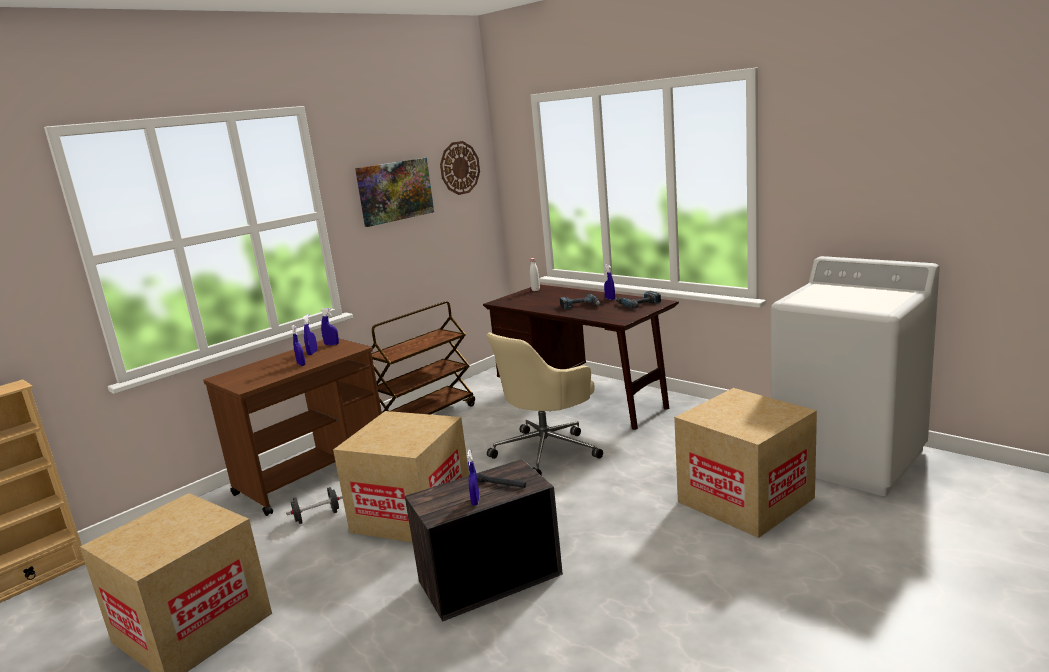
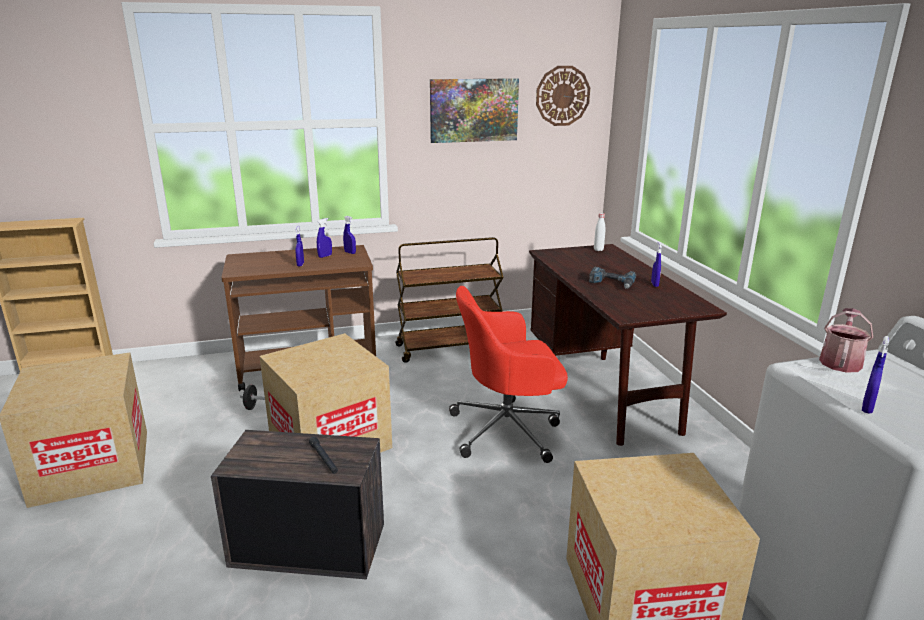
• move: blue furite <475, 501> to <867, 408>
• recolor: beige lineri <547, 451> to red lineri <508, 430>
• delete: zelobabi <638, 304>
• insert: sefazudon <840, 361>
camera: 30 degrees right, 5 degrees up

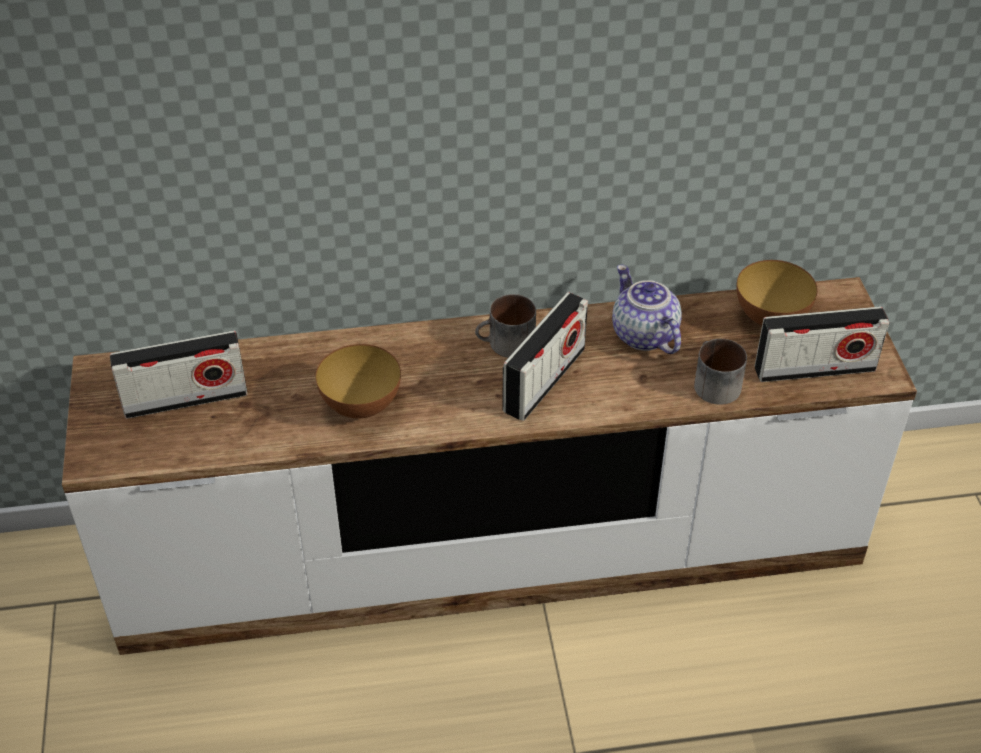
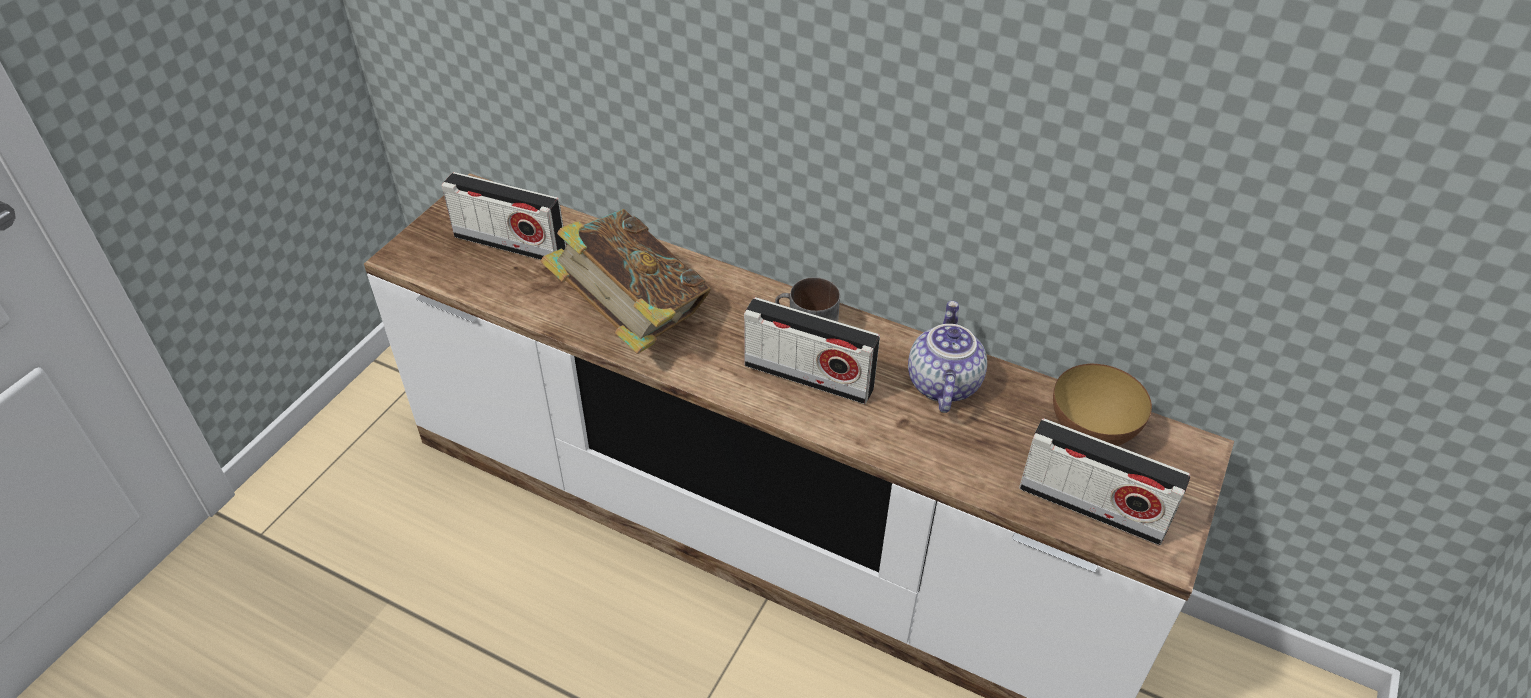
• replace: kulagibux <361, 406> to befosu <632, 318>
• rotate: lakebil <544, 380> = <808, 376> 45 degrees clockwise
• delete: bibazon <712, 383>
camera: 35 degrees right, 0 degrees up

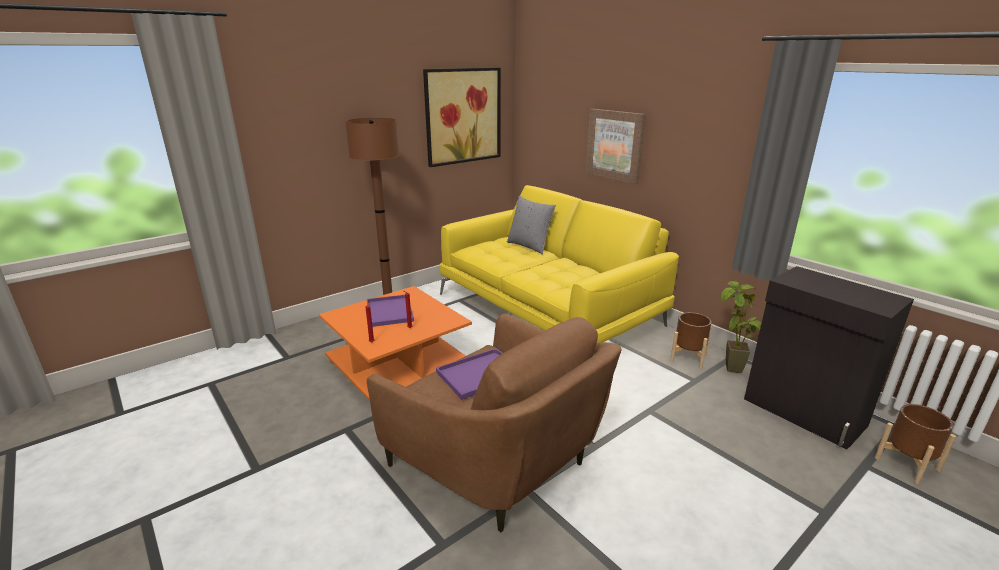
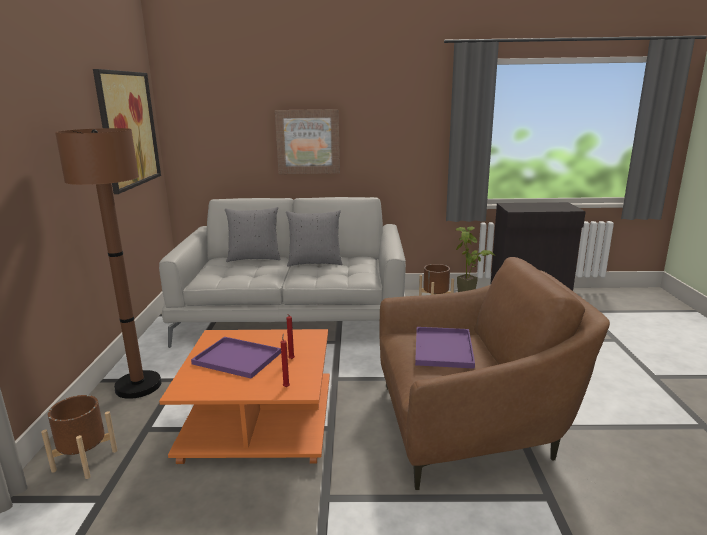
• recolor: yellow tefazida <548, 310> to grey tefazida <295, 315>
• move: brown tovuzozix <907, 464> to <85, 460>
• insert: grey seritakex <315, 263>
camera: 50 degrees left, 5 degrees down

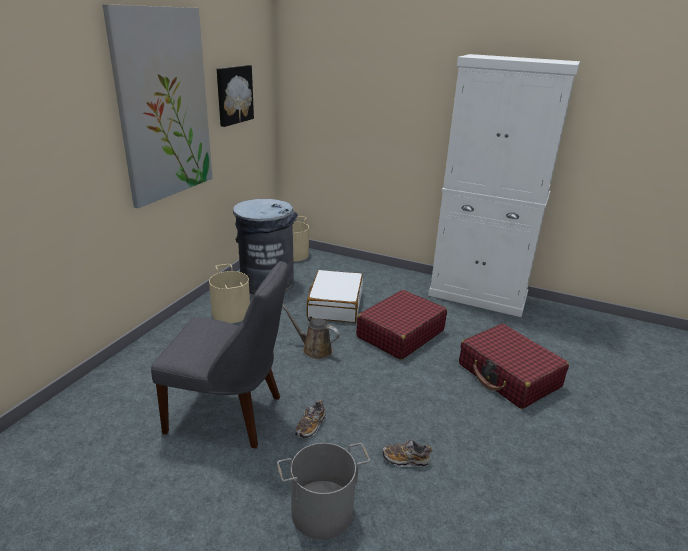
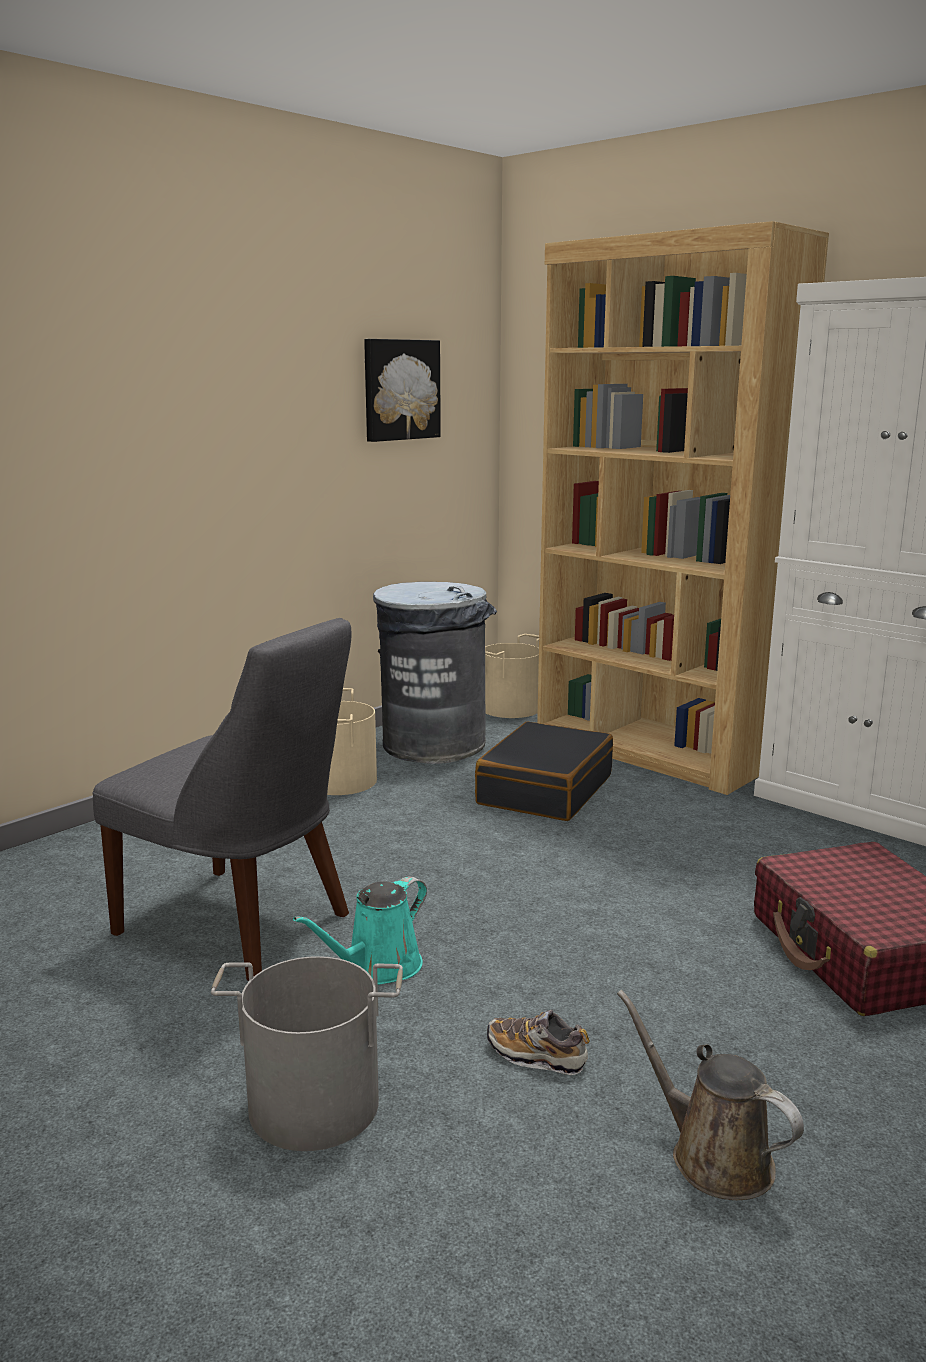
• delete: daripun <164, 106>
• move: brown sefazudon <314, 349> to <713, 1156>
• replace: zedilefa <311, 426> to turquoise sefazudon <377, 968>
• recolor: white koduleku <335, 305> to black koduleku <544, 790>
• delete: red koduleku <400, 334>
• insert: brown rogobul <653, 751>
camera: 20 degrees right, 10 degrees down

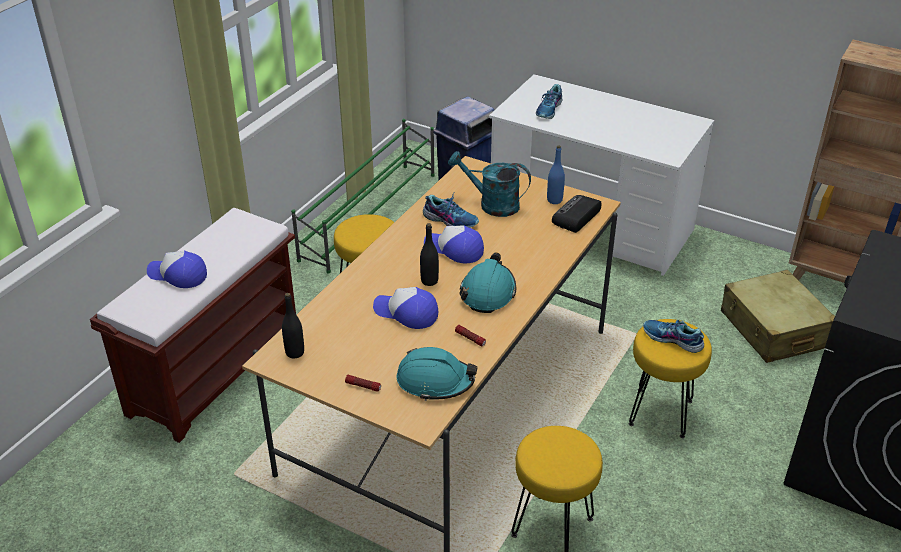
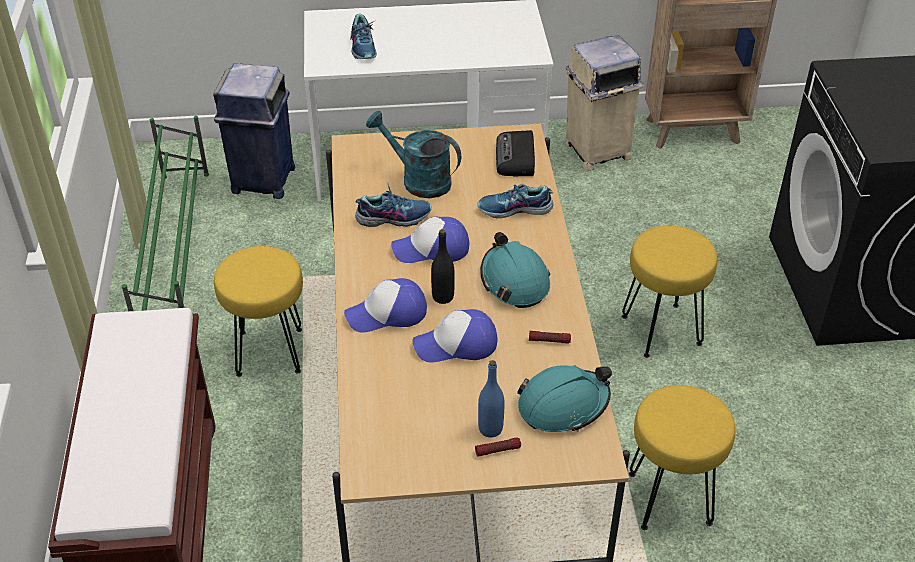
• move: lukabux <178, 275> to <387, 314>
• delete: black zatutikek <295, 352>
• rotate: turquoise sefazudon <492, 204> = <418, 180> 45 degrees clockwise
• move: blue zatutikek <554, 200> to <490, 429>
• move: zedilefa <672, 340> to <515, 210>
• delete: beige koduleku <774, 330>
• insert: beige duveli <596, 151>
camera: 35 degrees left, 5 degrees up

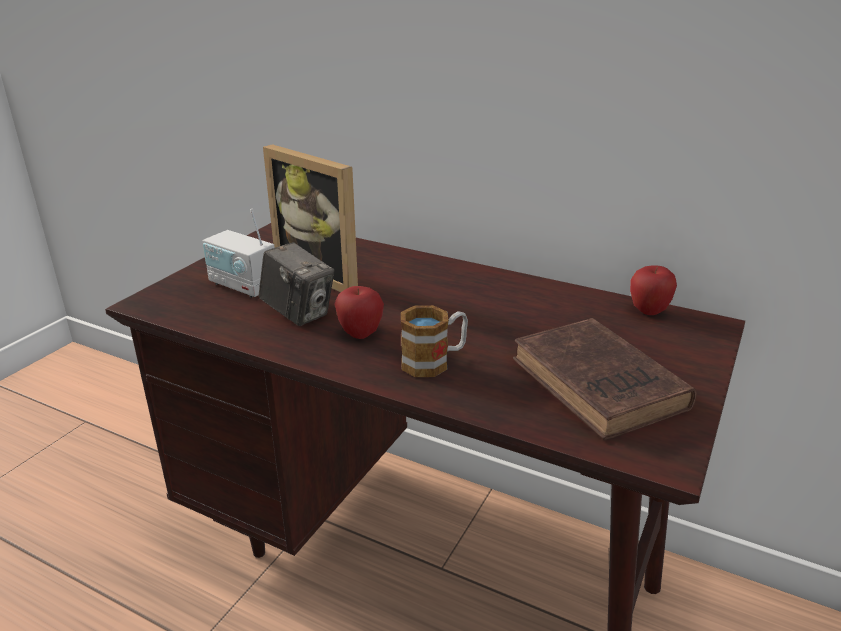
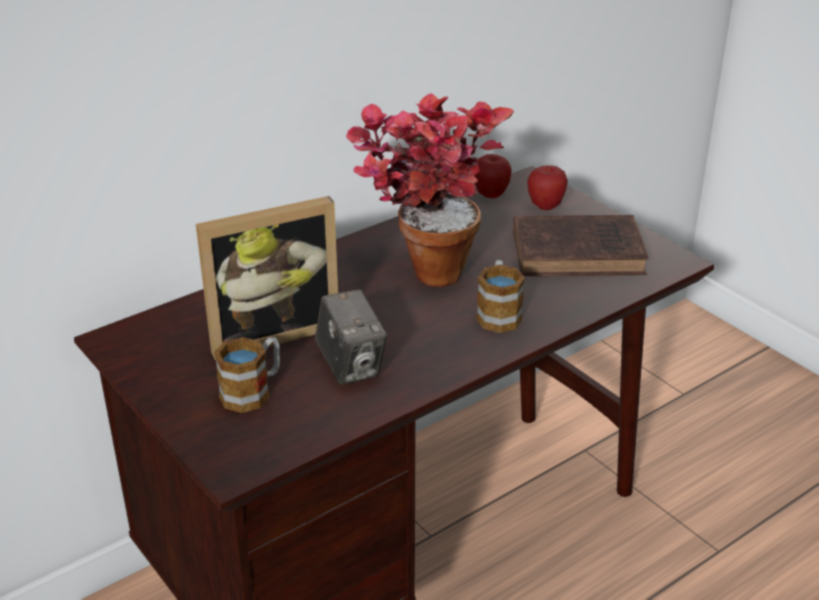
• replace: lakebil <243, 286> to bibazon <253, 391>
• rotate: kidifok <298, 313> = <351, 366> 90 degrees clockwise
• move: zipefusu <360, 334> to <545, 206>
• insert: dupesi <423, 268>
camera: 65 degrees left, 5 degrees up

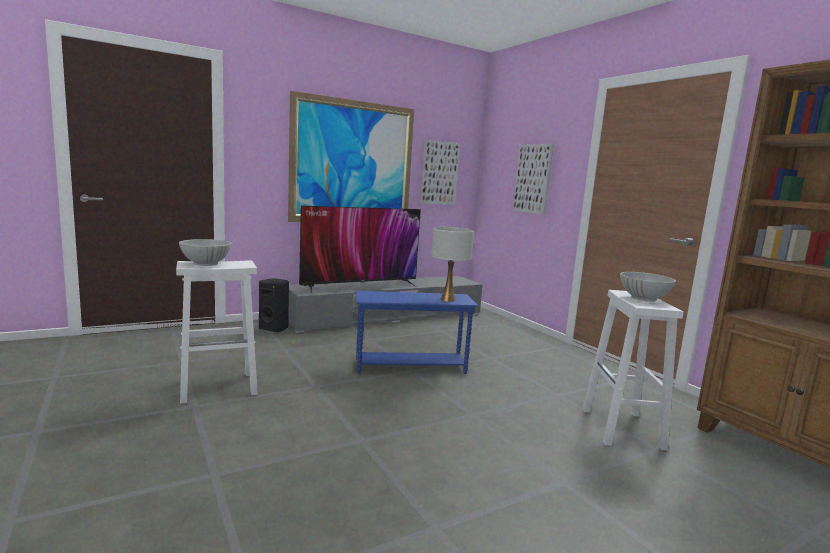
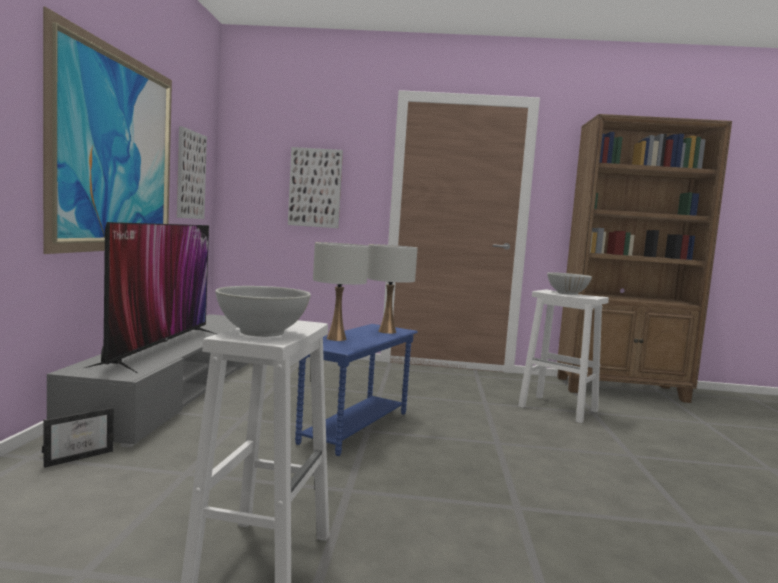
• replace: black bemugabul <274, 328> to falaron <78, 456>
• insert: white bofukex <336, 338>
camera: 55 degrees left, 5 degrees down

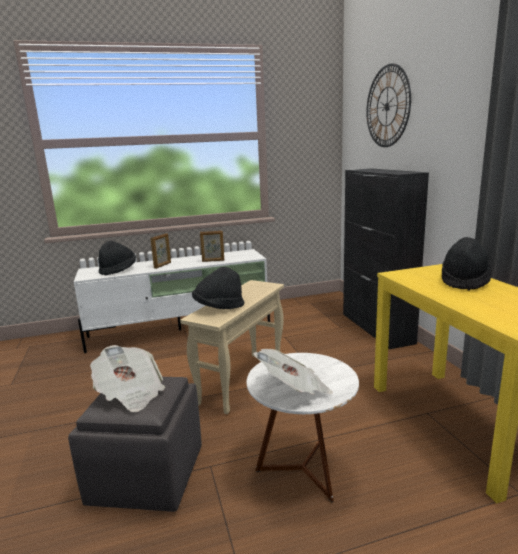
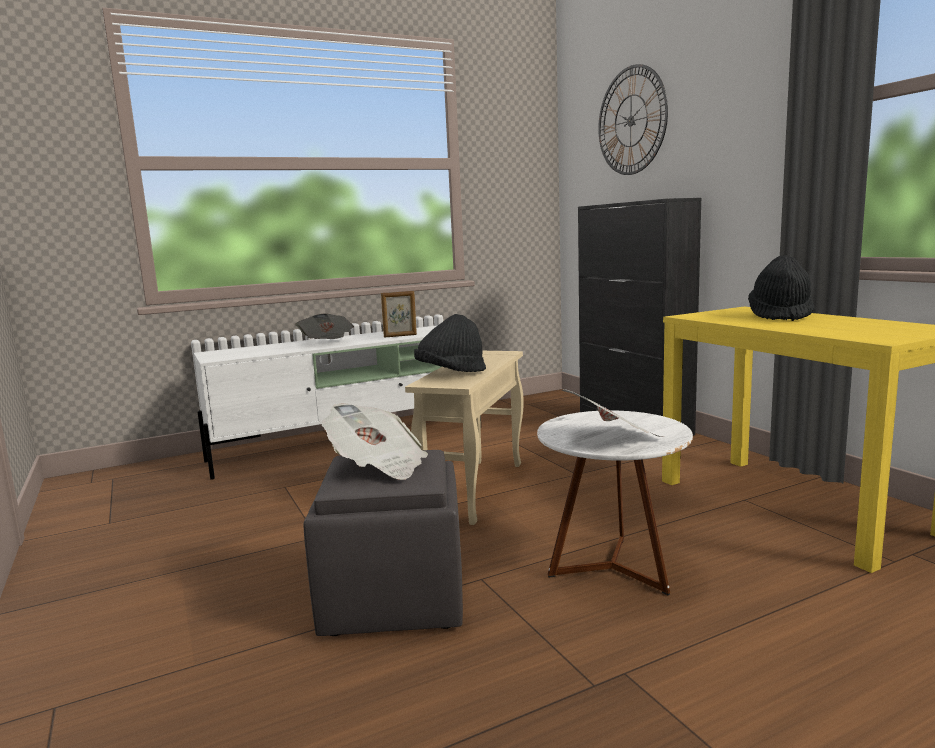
• delete: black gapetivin <118, 270>
• replace: falaron <163, 265> to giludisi <327, 343>
camera: 10 degrees left, 5 degrees down

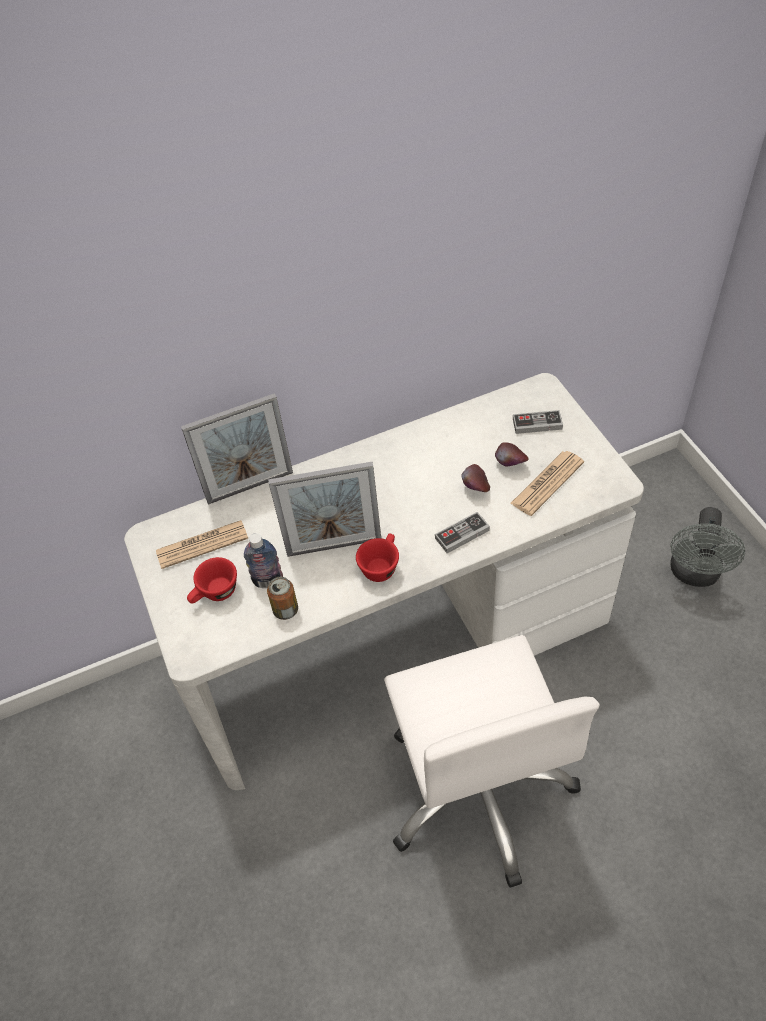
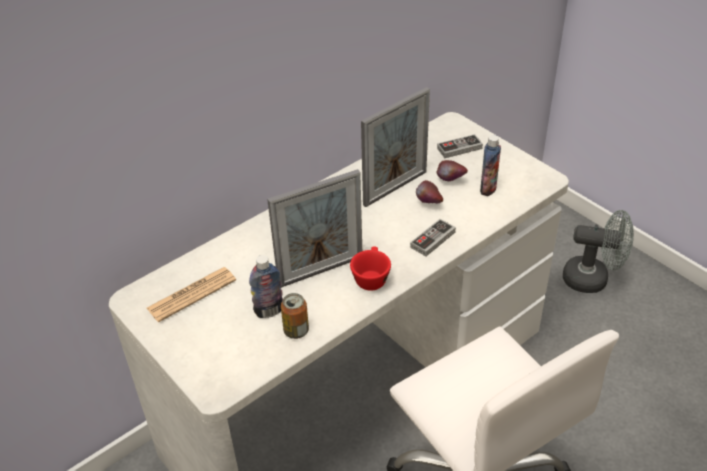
• move: falaron <250, 487> to <395, 188>
• delete: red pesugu <215, 594>
• replace: giludisi <547, 483> to zatutikek <488, 189>
• rotate: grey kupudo <695, 574> = <593, 279> 75 degrees counterclockwise
camera: 20 degrees left, 10 degrees down

